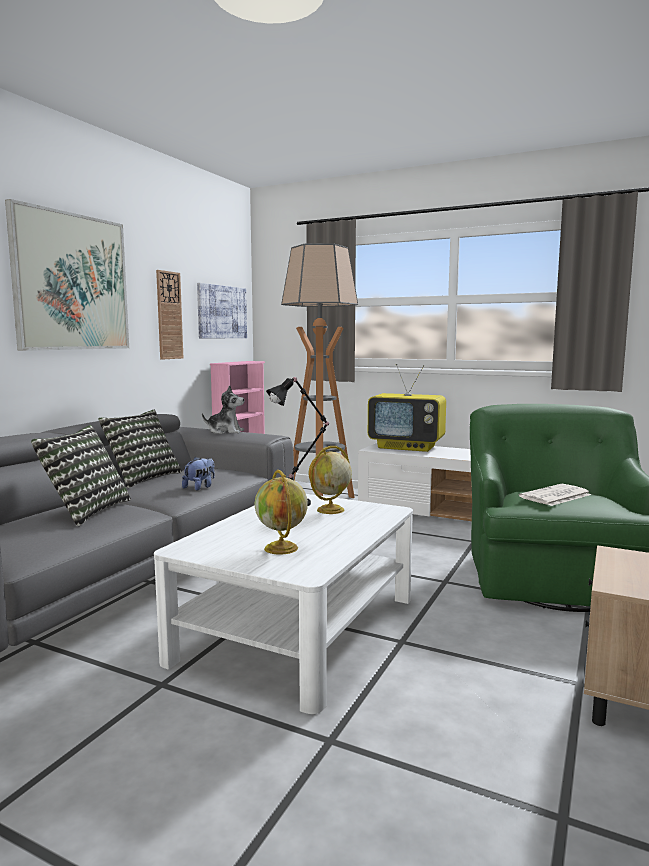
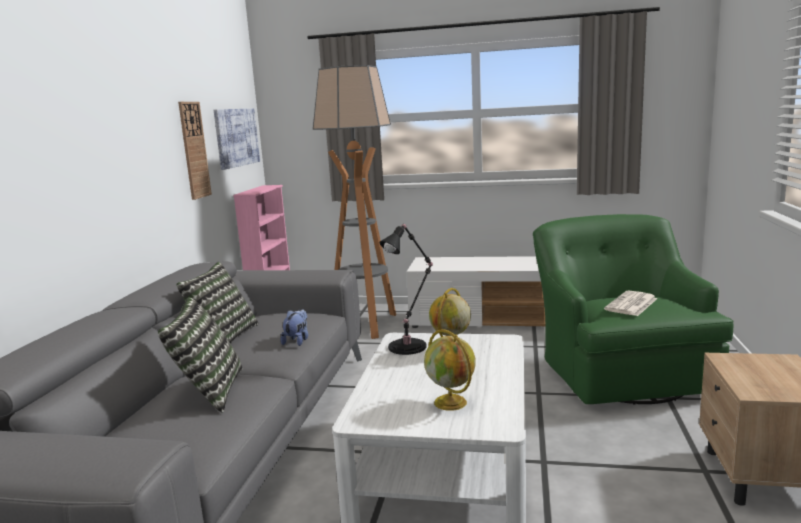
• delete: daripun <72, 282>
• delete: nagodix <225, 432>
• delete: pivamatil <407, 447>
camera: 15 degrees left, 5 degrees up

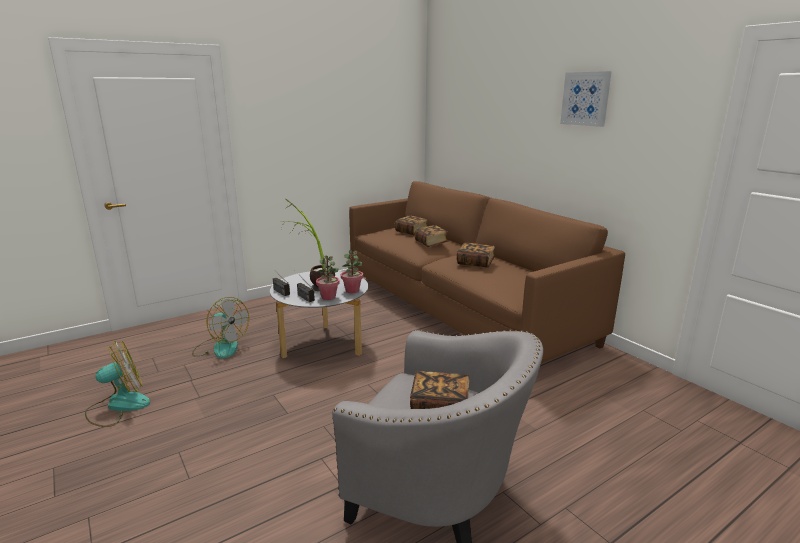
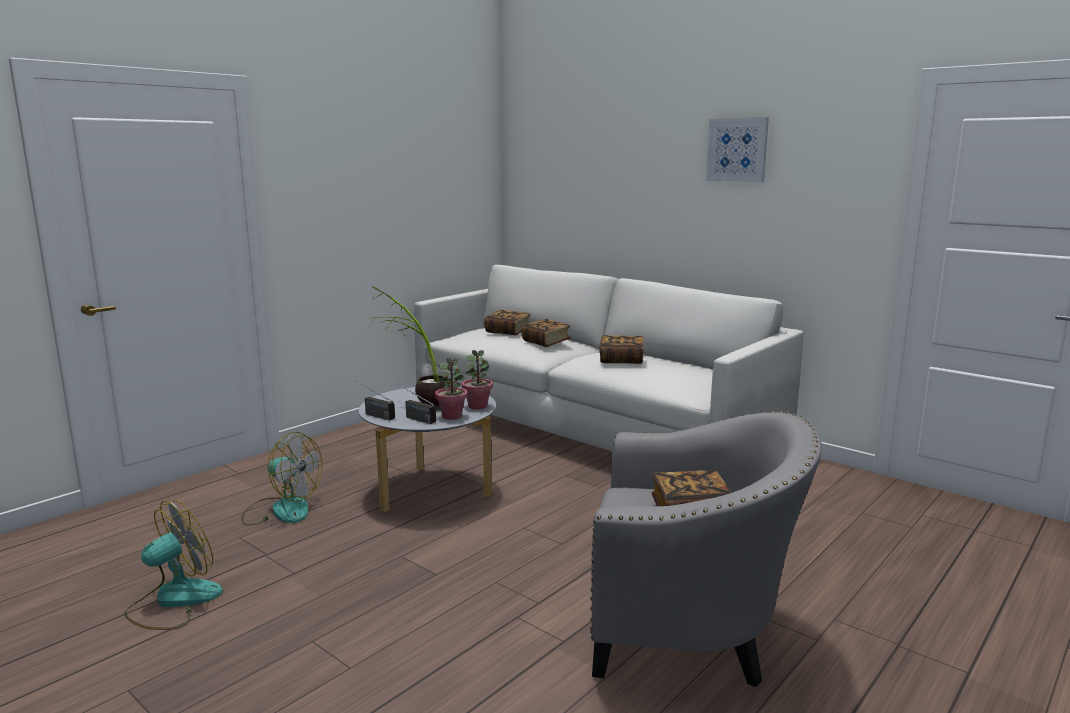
• recolor: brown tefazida <461, 309> to white tefazida <590, 429>
camera: 15 degrees left, 5 degrees down

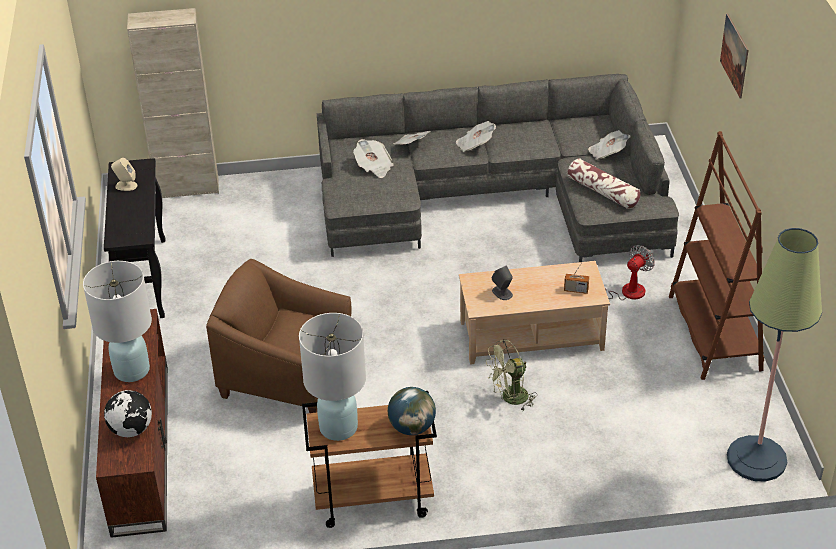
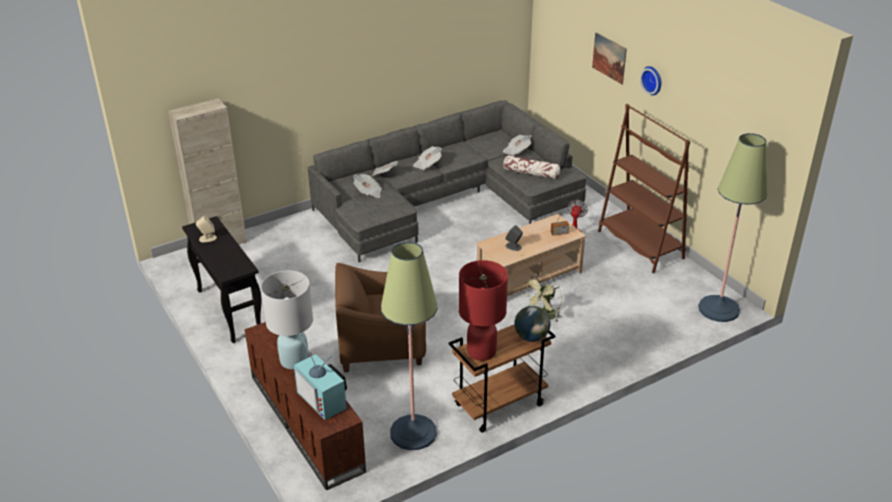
• replace: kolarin <131, 430> to pivamatil <324, 399>
• recolor: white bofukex <339, 427> to red bofukex <482, 351>
• insert: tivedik <413, 433>
• insert: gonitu <653, 80>
camera: 25 degrees left, 5 degrees down

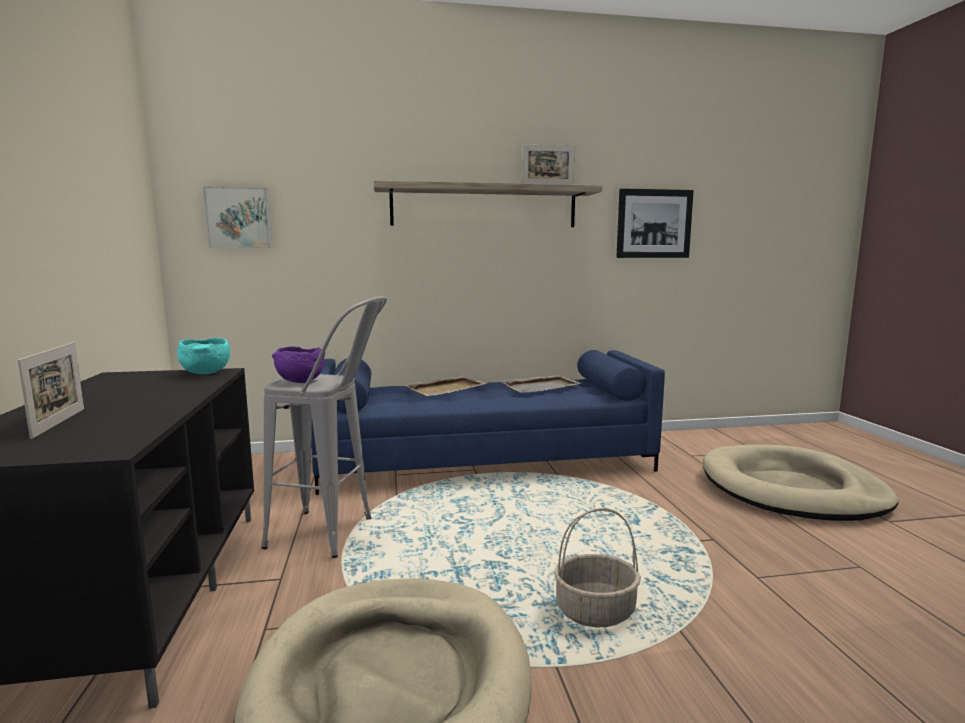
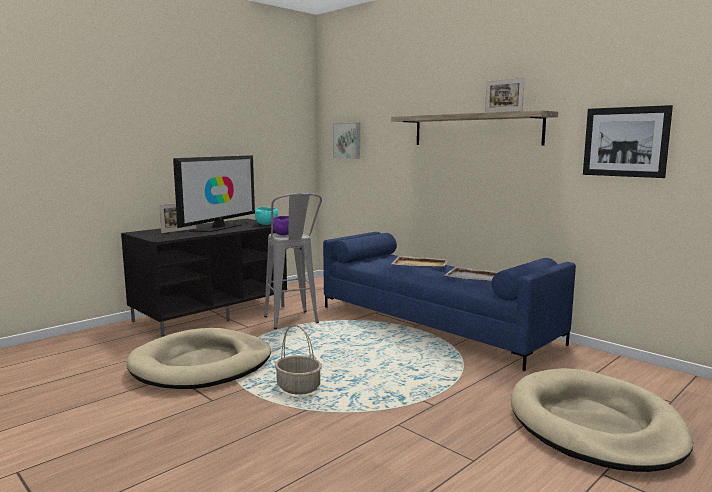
• insert: pivamatil <218, 227>
camera: 55 degrees right, 0 degrees up

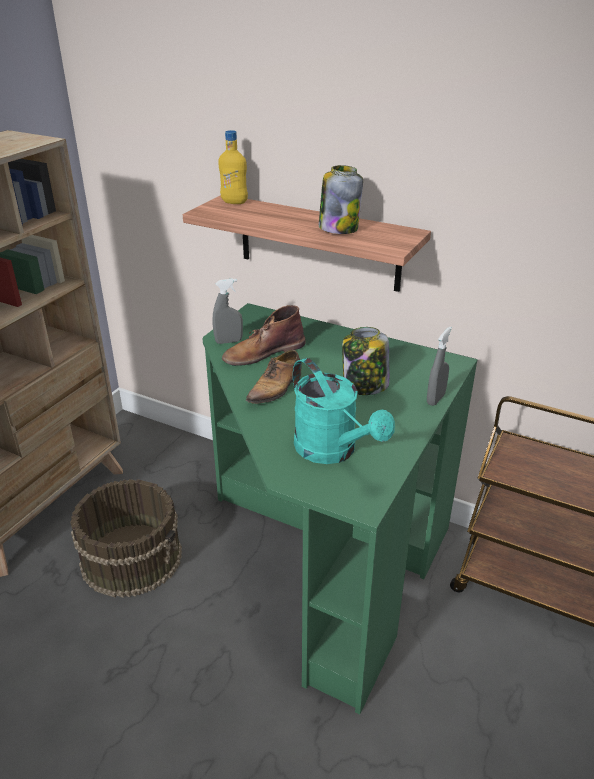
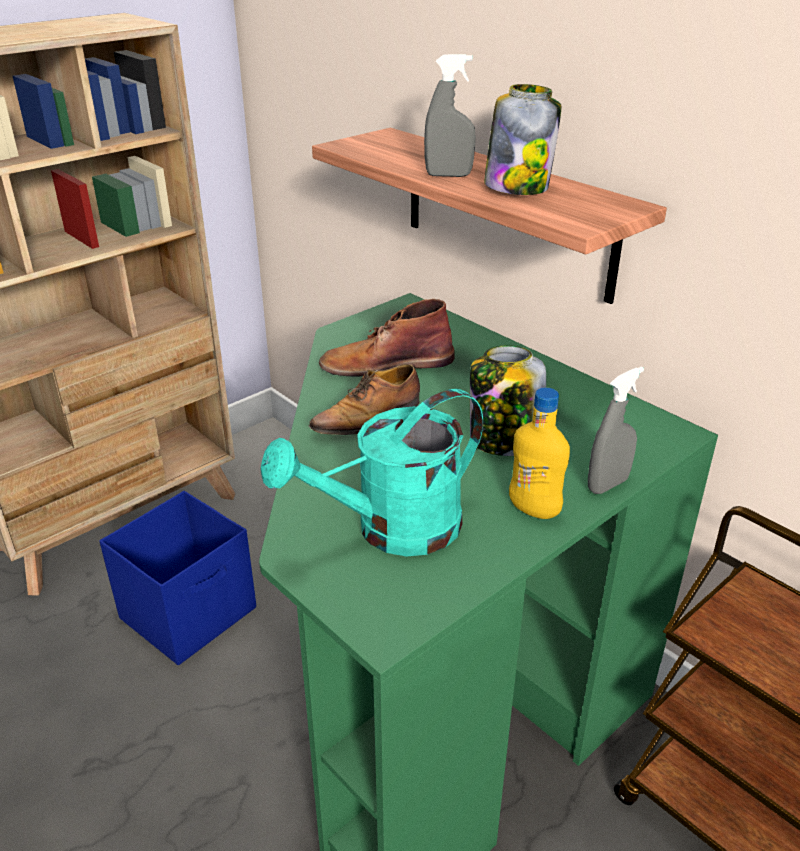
• replace: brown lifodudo <132, 557> to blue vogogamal <190, 613>
• move: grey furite <228, 341> to <448, 175>
• move: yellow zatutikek <234, 202> to <534, 509>
• rotate: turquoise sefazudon <333, 451> = <391, 530> 75 degrees clockwise
camera: 20 degrees right, 0 degrees up

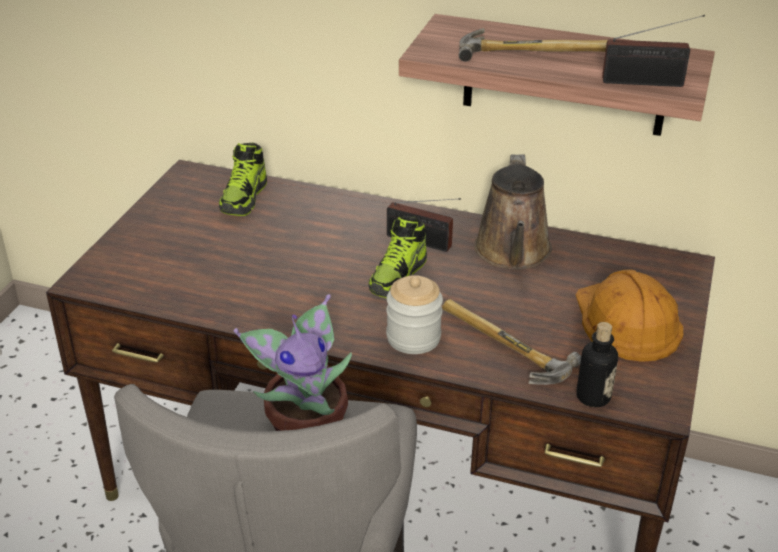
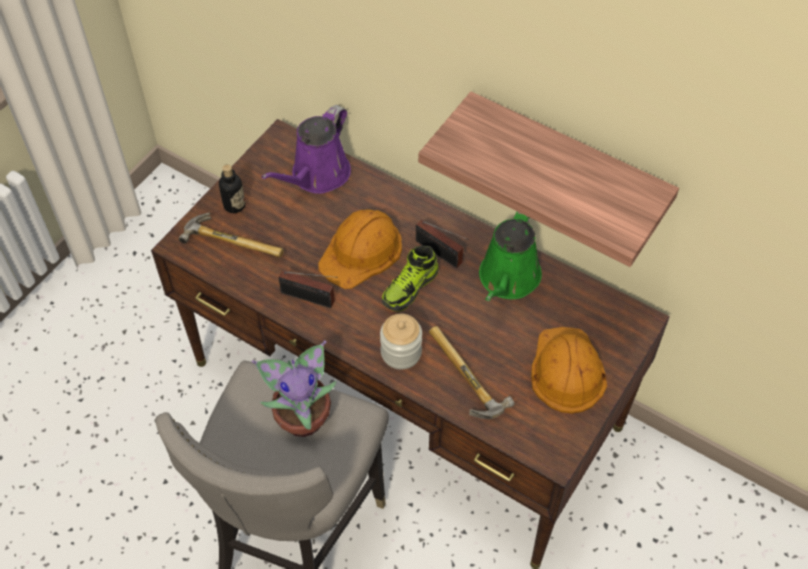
• replace: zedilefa <244, 198> to purple sefazudon <317, 176>
• move: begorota <533, 52> to <235, 239>
• recolor: brown sefazudon <513, 253> to green sefazudon <508, 280>
• move: zatutikek <593, 397> to <234, 205>
• move: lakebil <647, 83> to <310, 298>
• insert: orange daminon <361, 251>
camera: 15 degrees right, 20 degrees up

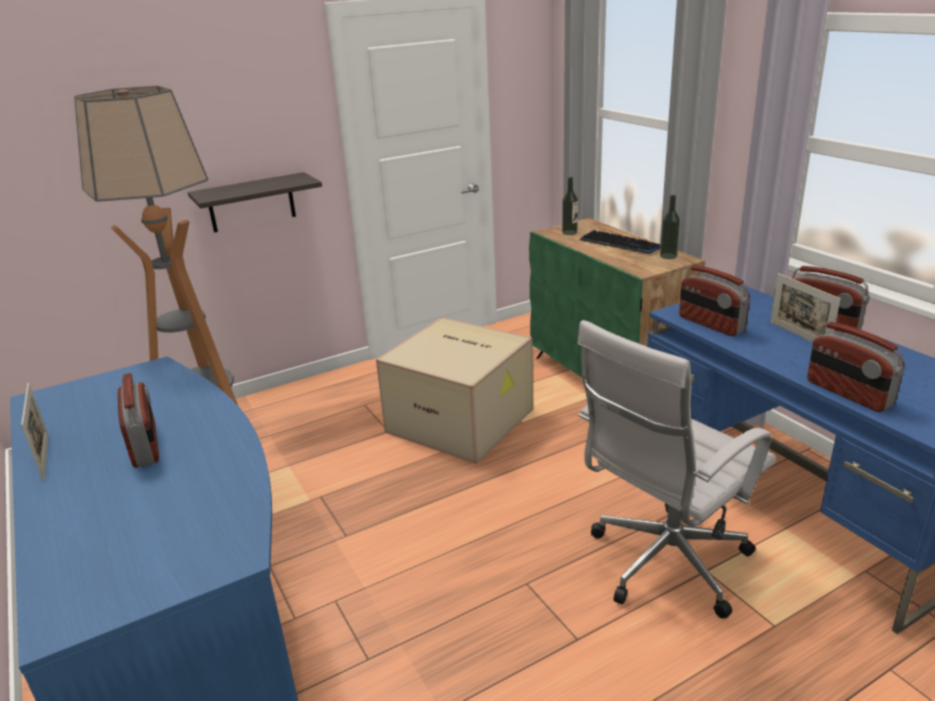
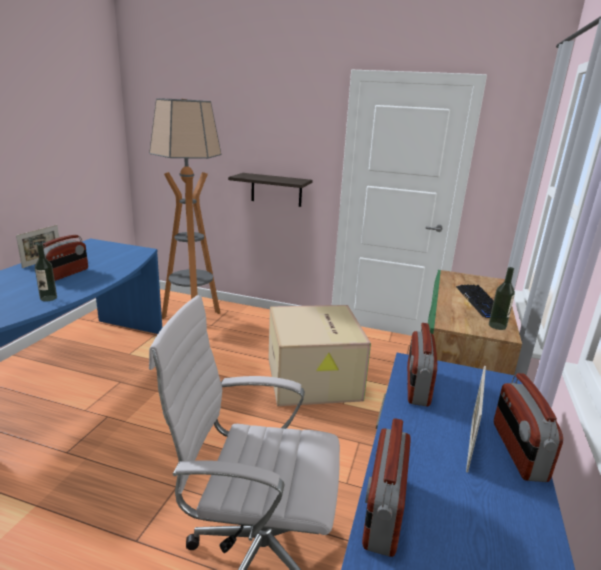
• move: zatutikek <569, 232> to <48, 298>
camera: 45 degrees right, 5 degrees down

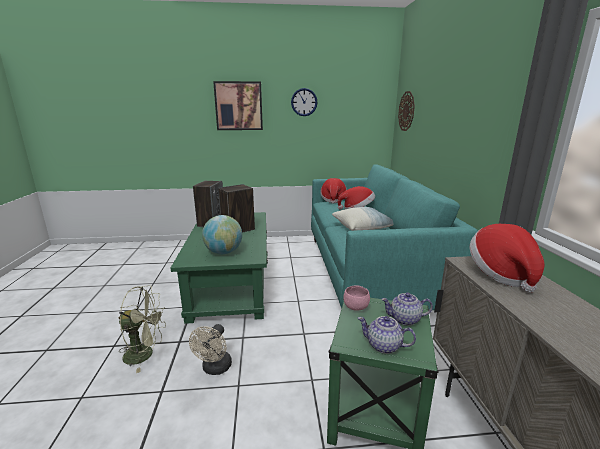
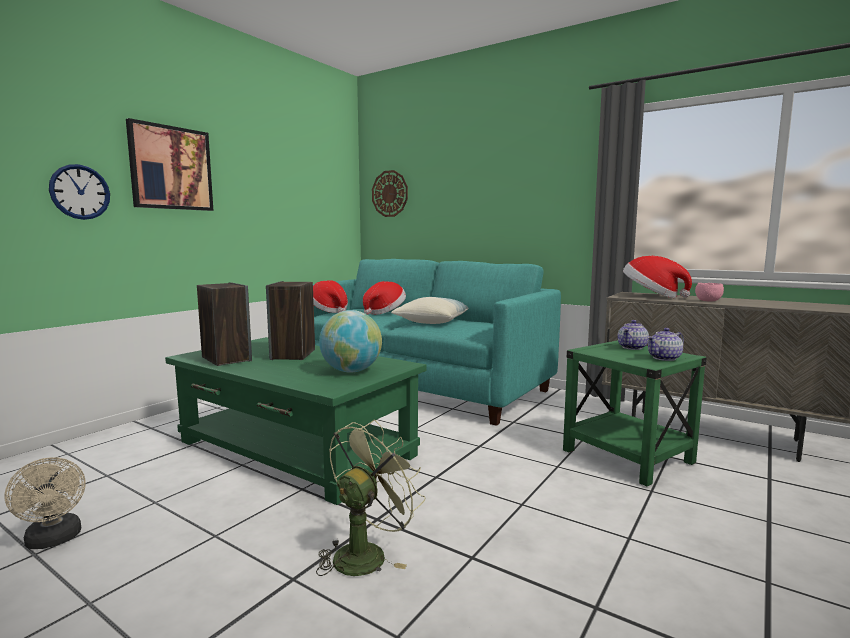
• move: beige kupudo <215, 369> to <54, 540>
• move: gonitu <304, 102> to <80, 192>
• move: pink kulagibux <356, 307> to <708, 301>
camera: 50 degrees left, 10 degrees down

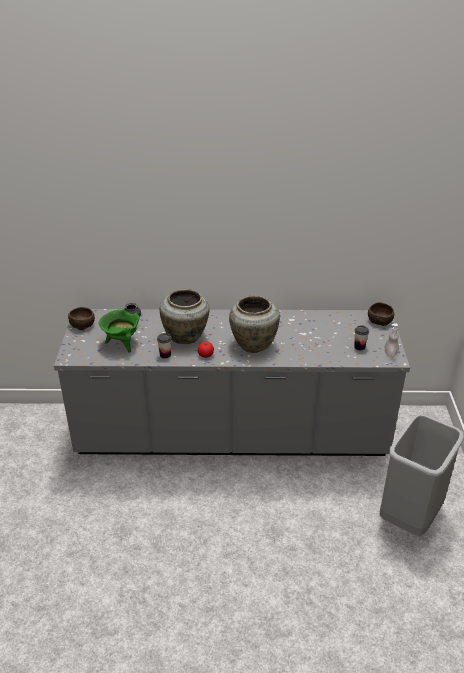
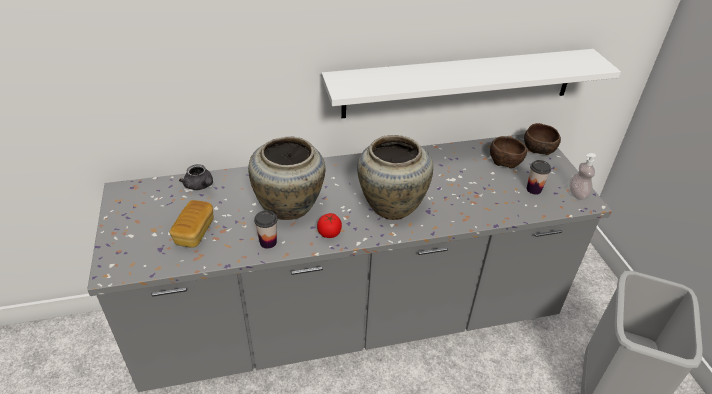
• move: brown kulagibux <82, 324> to <505, 160>
• replace: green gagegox <122, 343> to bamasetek <194, 232>
• insert: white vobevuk <460, 83>
camera: 15 degrees left, 5 degrees up

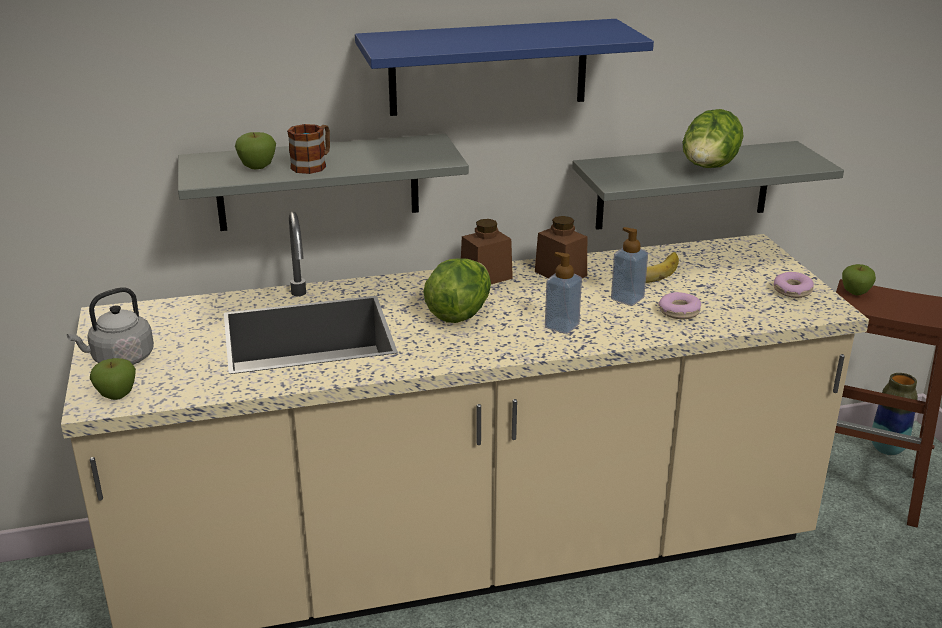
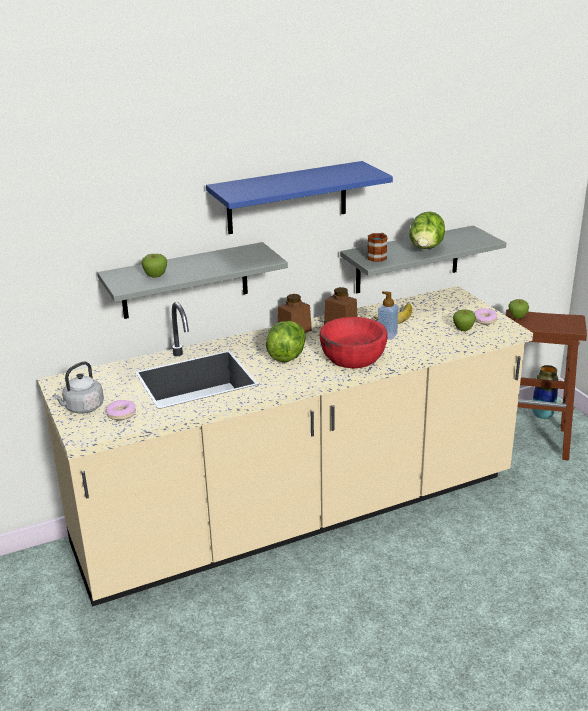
• move: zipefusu <117, 395> to <463, 329>
• move: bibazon <313, 165> to <378, 256>
• replace: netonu <562, 326> to red kulagibux <353, 357>
• move: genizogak <679, 312> to <121, 414>
camera: 10 degrees left, 0 degrees up

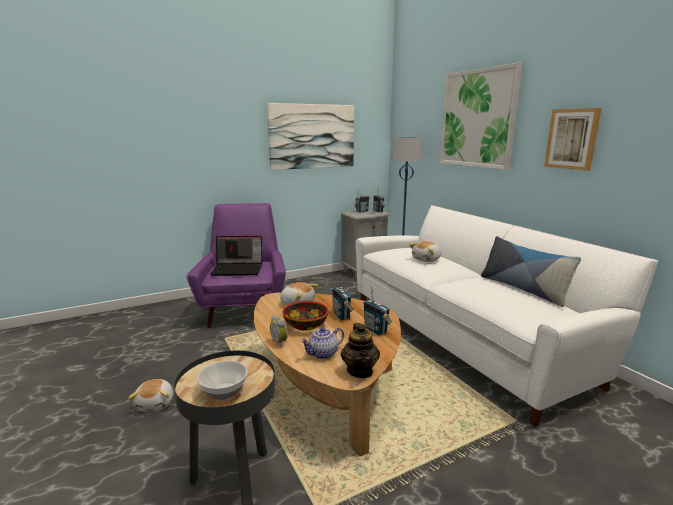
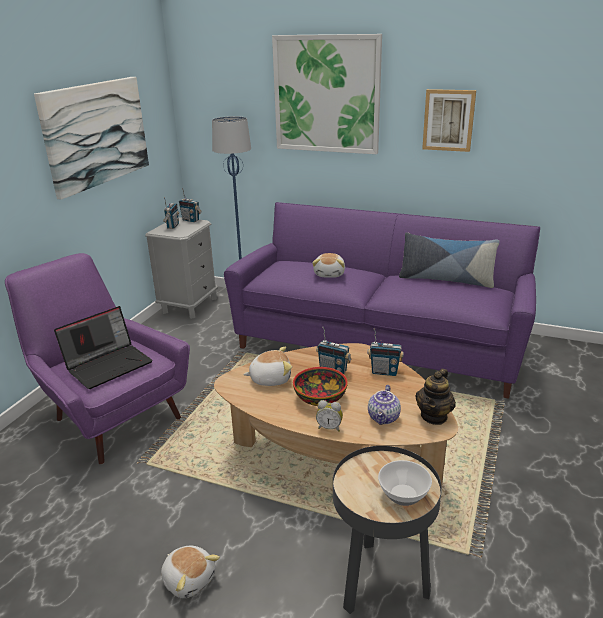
• rotate: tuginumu <360, 371> = <434, 416> 75 degrees clockwise
• recolor: white tefazida <465, 336> to purple tefazida <379, 342>
camera: 40 degrees left, 10 degrees up

